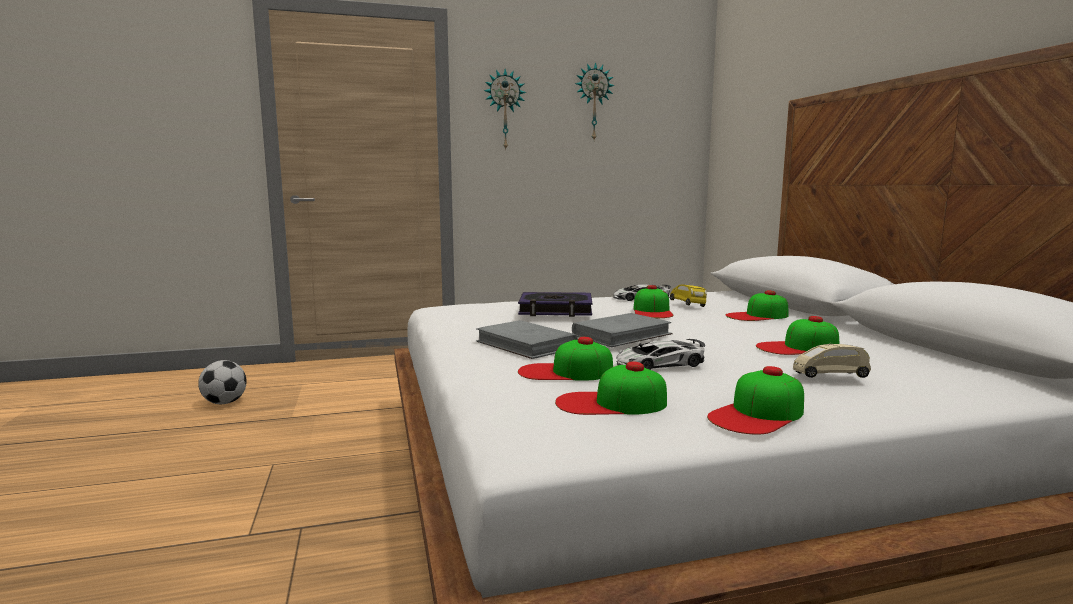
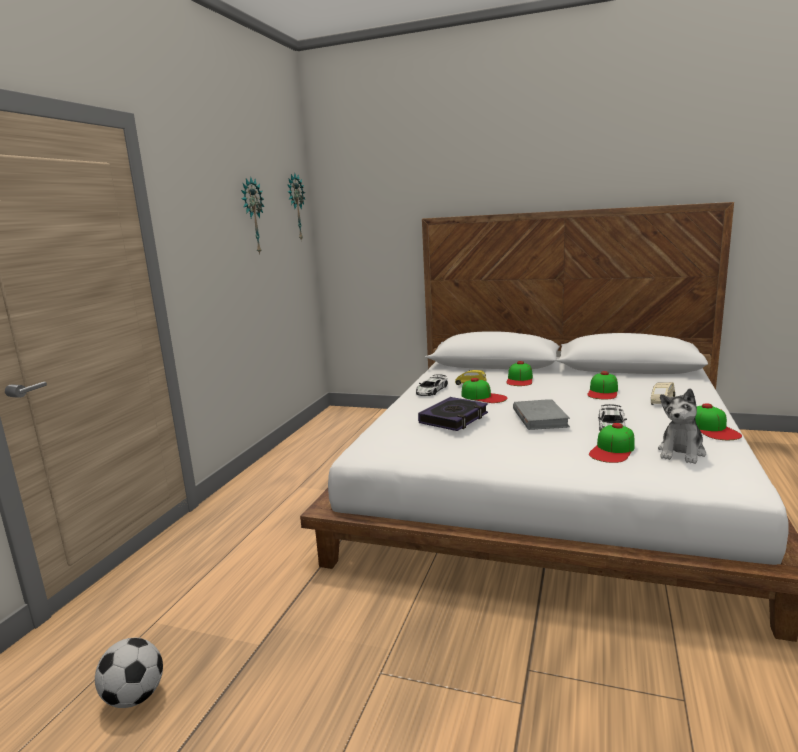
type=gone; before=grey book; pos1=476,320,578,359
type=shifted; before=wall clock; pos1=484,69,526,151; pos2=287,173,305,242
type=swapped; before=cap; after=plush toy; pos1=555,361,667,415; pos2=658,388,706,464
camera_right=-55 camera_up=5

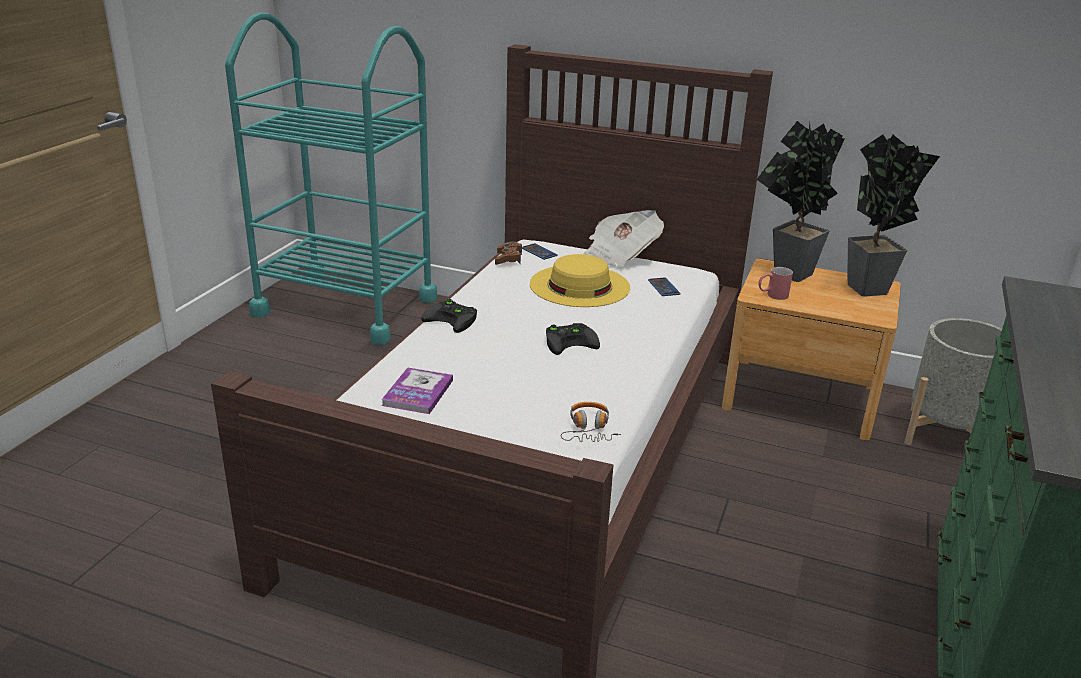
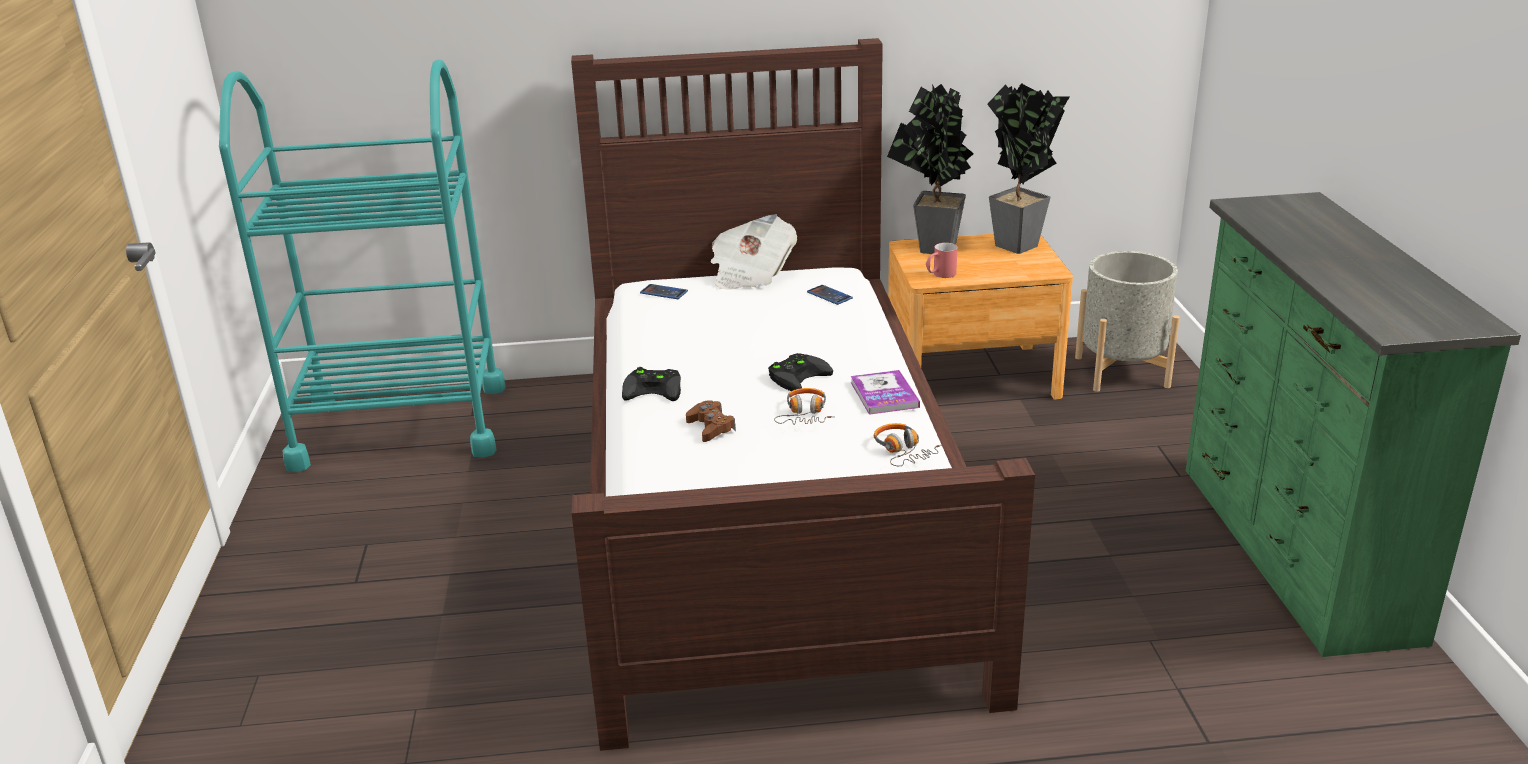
type=gone; before=yellow hat; pos1=530,254,630,307
type=new; after=headphones; pos2=774,388,835,425
type=shifted; before=book; pos1=381,367,453,414; pos2=850,370,920,415
type=shifted; before=brown game controller; pos1=495,241,522,265; pos2=686,400,736,442
camera_right=-25 camera_up=0

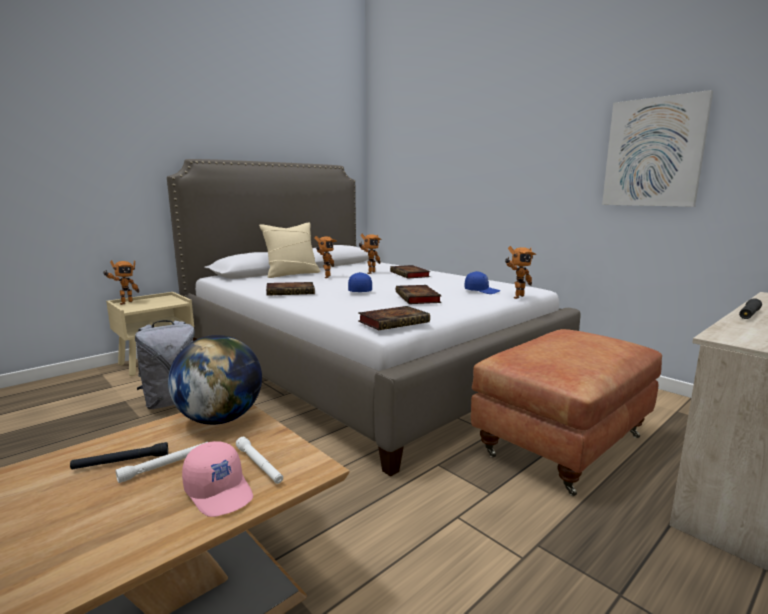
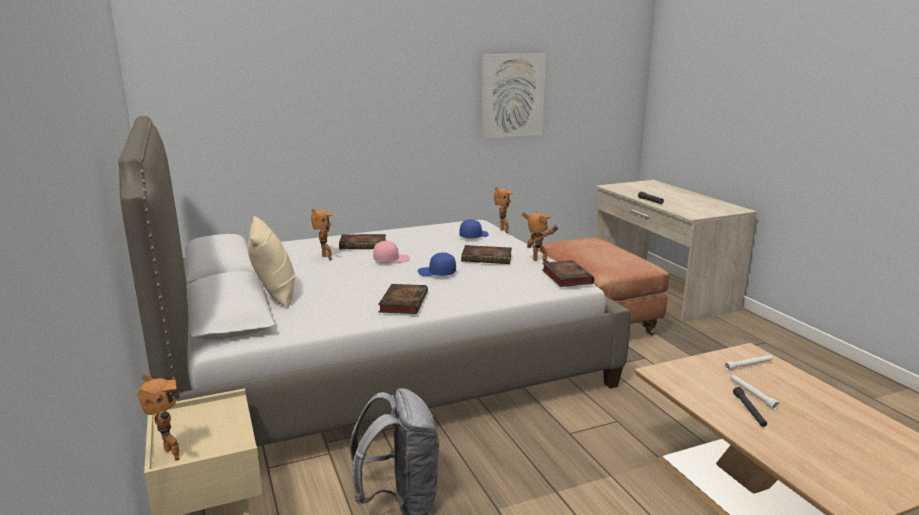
type=gone; before=globe; pos1=168,335,262,425
type=shifted; before=pink cap; pos1=182,441,253,517; pos2=373,241,410,263
type=shifted; before=toy robot; pos1=314,236,337,278; pos2=522,212,559,263
camera_right=-70 camera_up=5

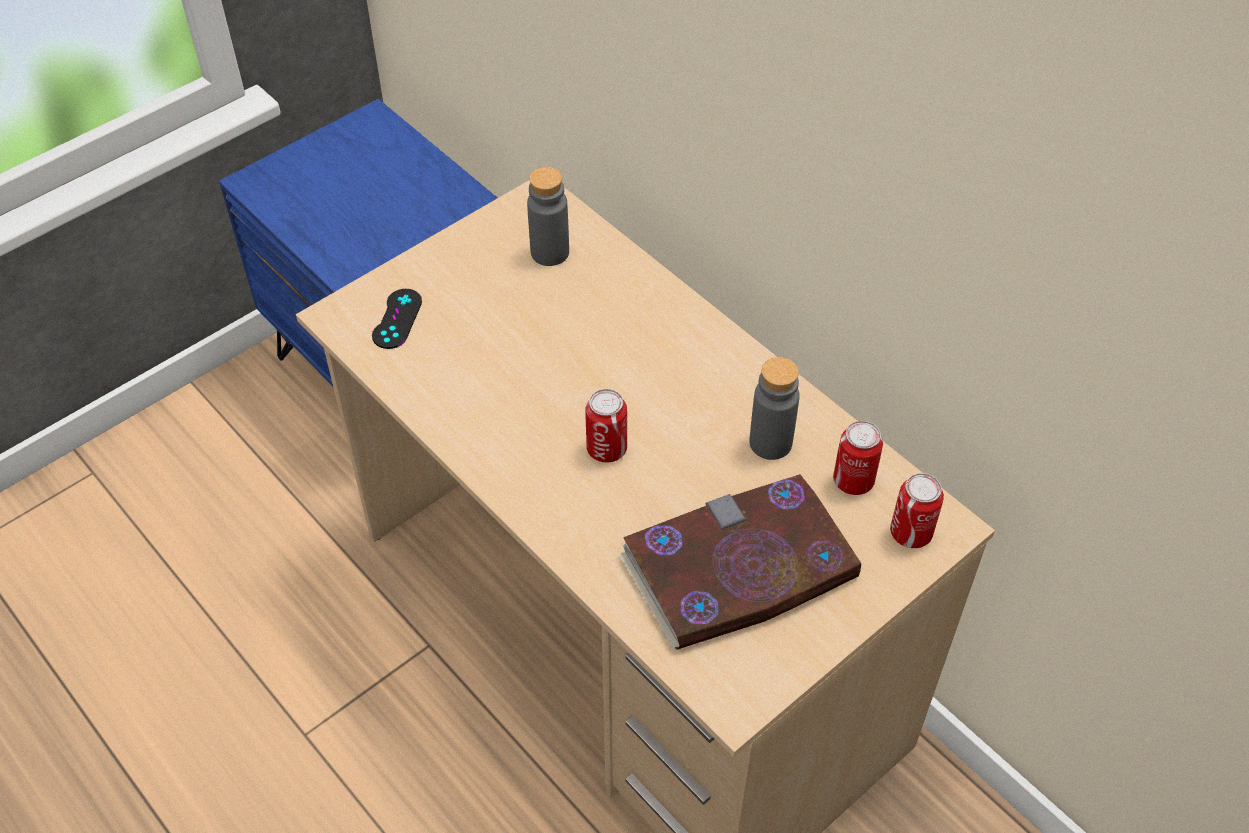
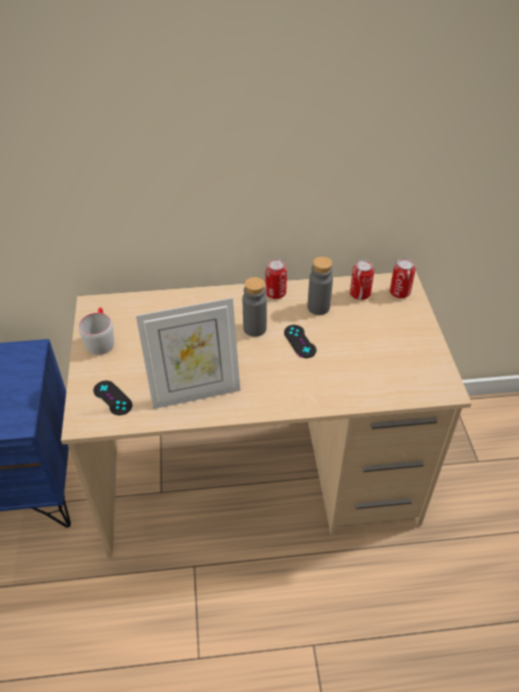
type=gone; before=book; pos1=619,474,863,650
type=new; after=grey mug; pos2=78,307,114,355
type=new; after=picture frame; pos2=136,298,240,409
type=new; after=black game controller; pos2=284,325,316,358
type=shifted; before=grey bottle; pos1=527,167,569,266; pos2=243,277,267,337
type=shifted; before=can; pos1=585,389,627,463; pos2=265,259,287,299
camera_right=-55 camera_up=-5

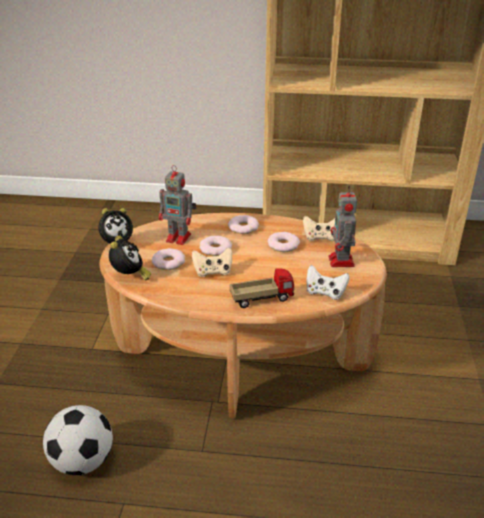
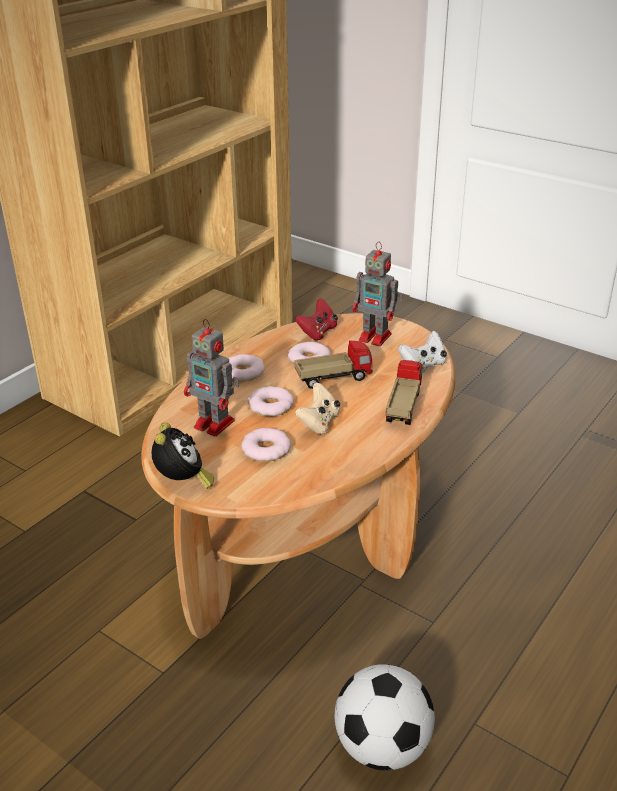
type=gone; before=alarm clock; pos1=109,236,151,281
type=new; after=toy truck; pos2=295,341,373,389
type=repainted; before=beige game controller; after=red game controller; pos1=303,216,335,241; pos2=295,298,338,340
type=rotated; before=toy robot; pos1=159,165,197,245; pos2=184,319,239,437; turn=75
camera_right=-60 camera_up=0

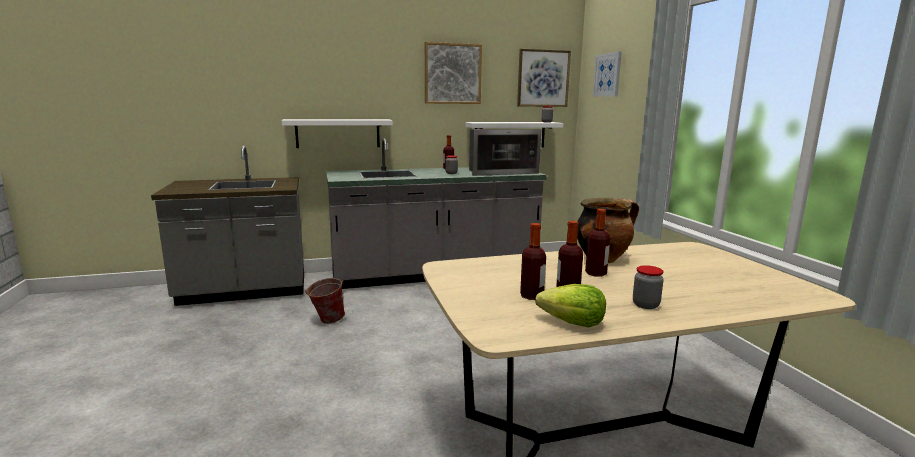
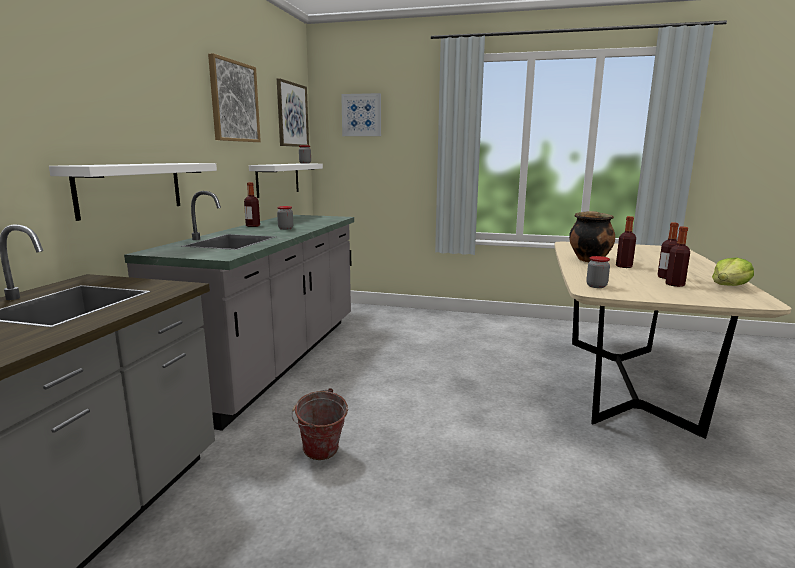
type=gone; before=microwave; pos1=469,129,542,176
type=shifted; before=jar; pos1=633,265,664,309; pos2=586,256,610,288
camera_right=-60 camera_up=0

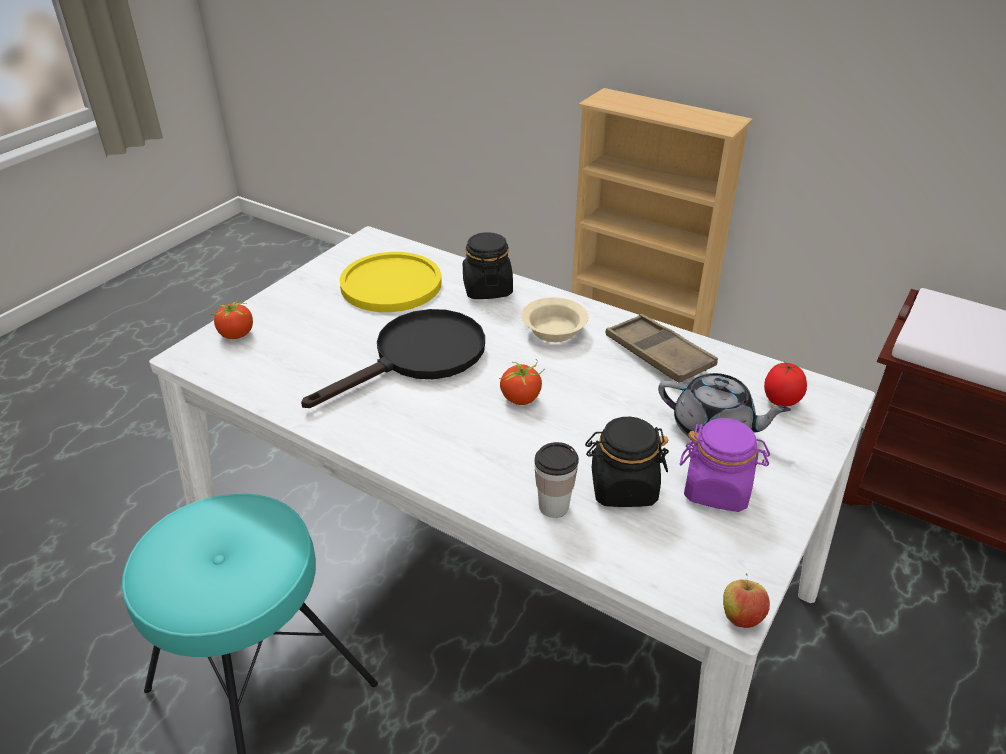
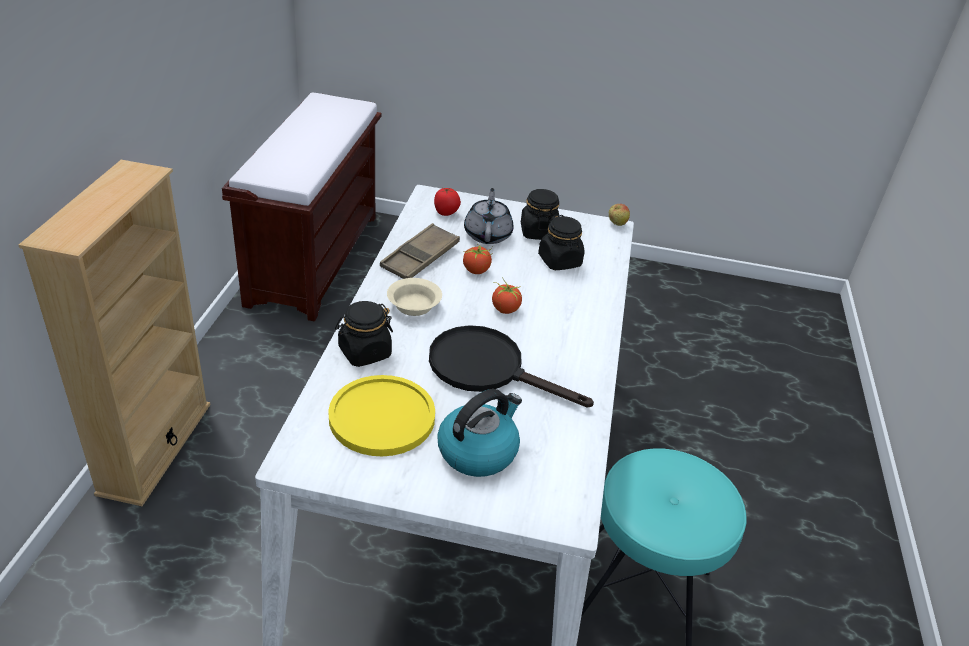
type=gone; before=cup; pos1=534,442,579,518
type=new; after=kettle; pos2=437,389,522,477
type=shifted; before=tomato; pos1=211,300,253,339; pos2=463,244,493,274
type=repainted; before=purple jar; after=black jar; pos1=680,418,770,512; pos2=521,189,560,240
camera_right=-115 camera_up=0

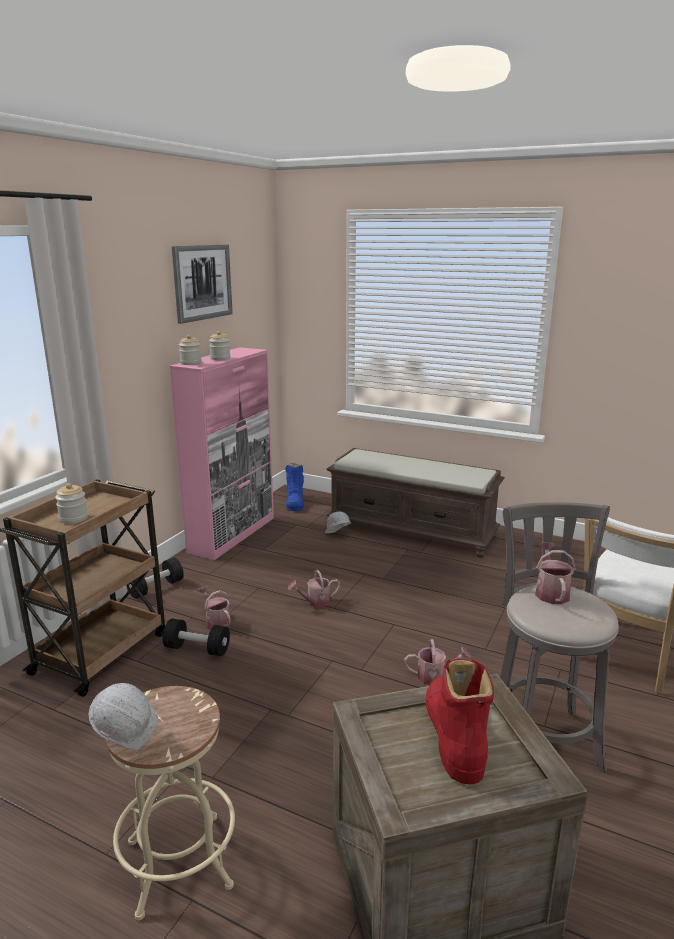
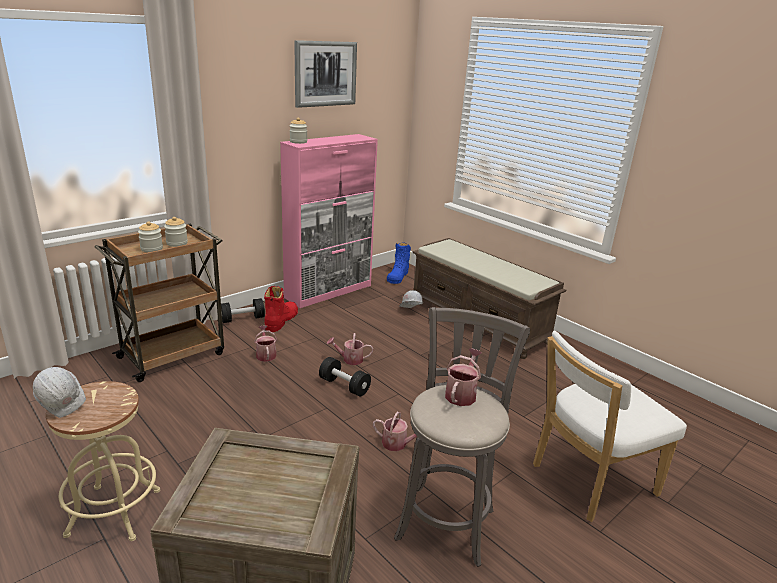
type=shifted; before=black dumbbell; pos1=163,618,230,656; pos2=319,357,371,396
type=shifted; before=jar; pos1=209,331,230,360; pos2=164,217,188,247
type=shifted; before=red boot; pos1=425,659,494,784; pos2=264,286,298,332
camera_right=20 camera_up=5

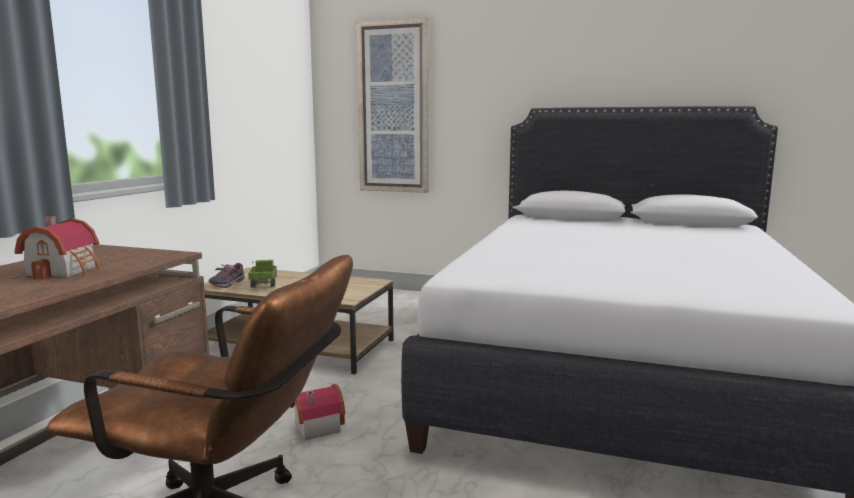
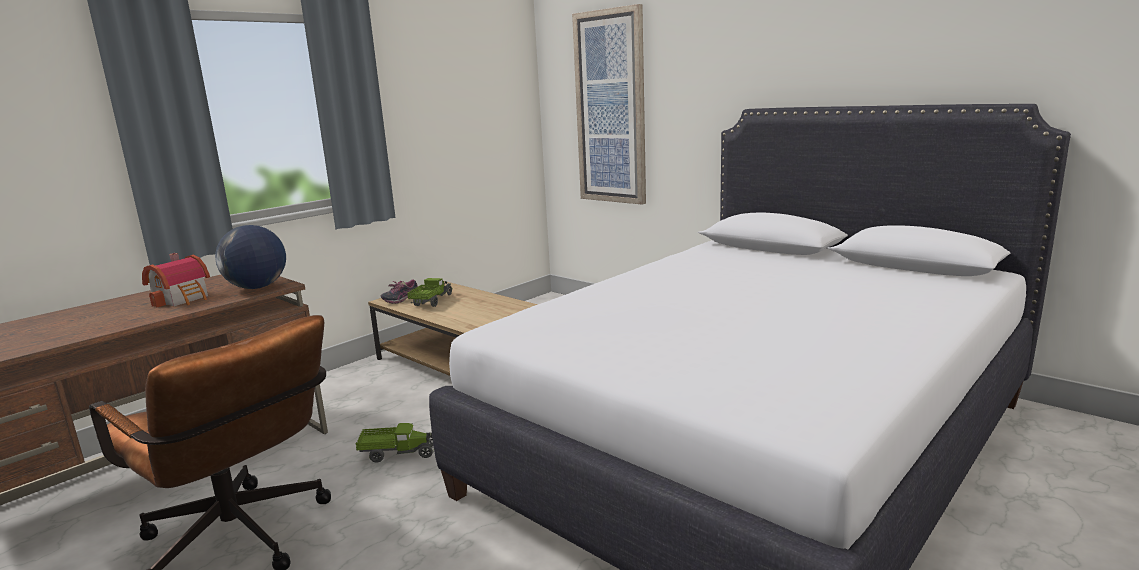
type=new; after=globe; pos2=215,225,286,289
type=swapped; before=toy house; after=toy truck; pos1=290,384,345,440; pos2=356,423,434,463
camera_right=25 camera_up=5

